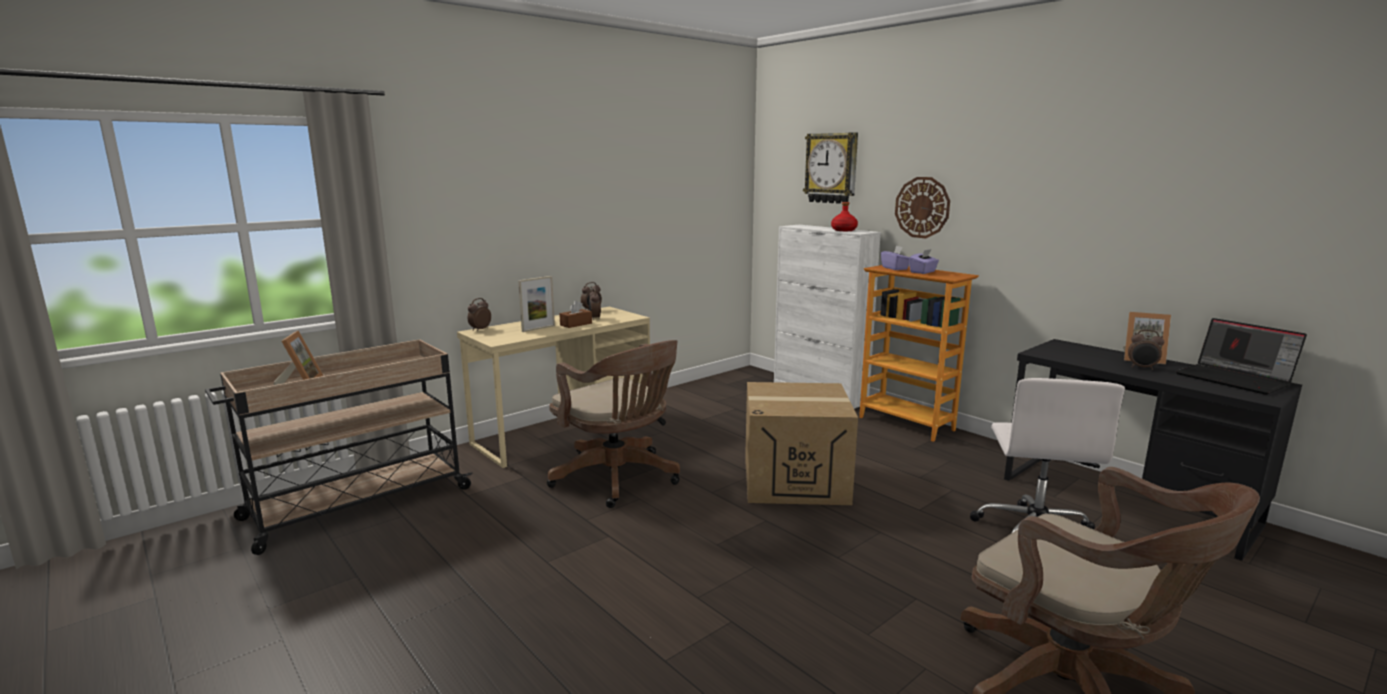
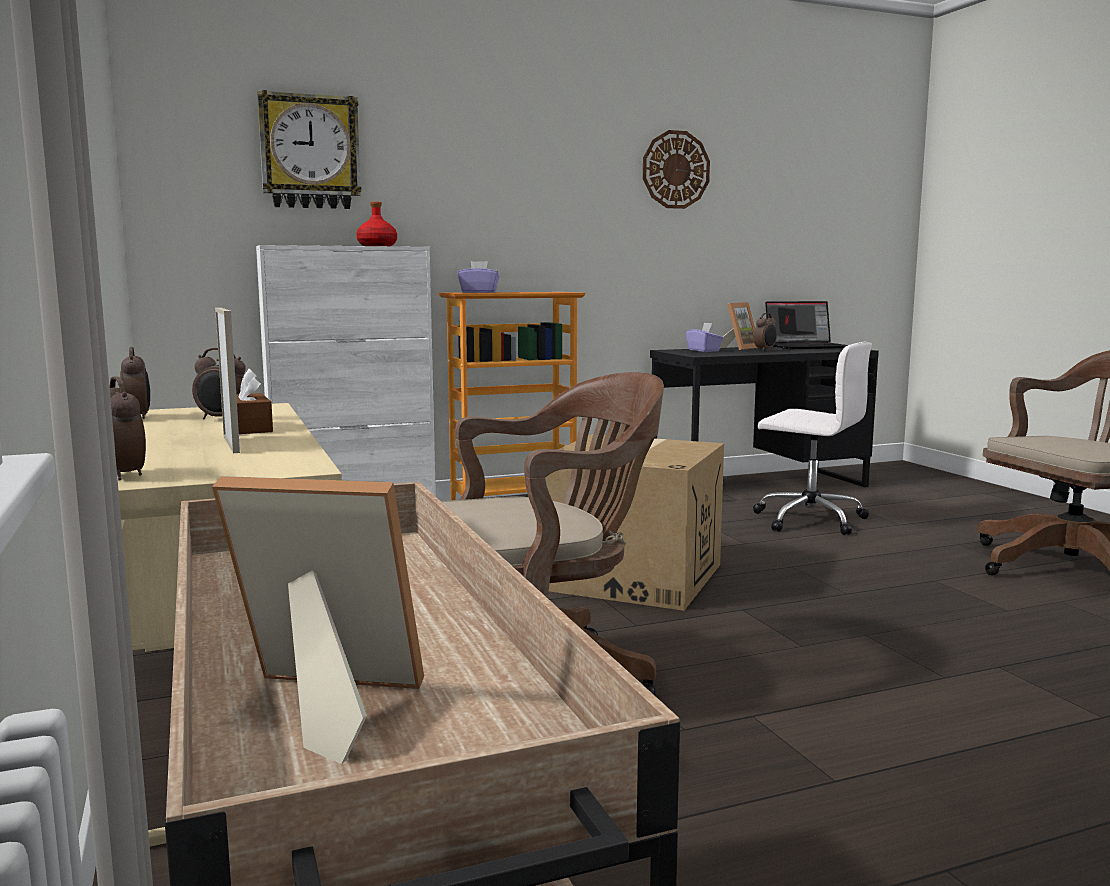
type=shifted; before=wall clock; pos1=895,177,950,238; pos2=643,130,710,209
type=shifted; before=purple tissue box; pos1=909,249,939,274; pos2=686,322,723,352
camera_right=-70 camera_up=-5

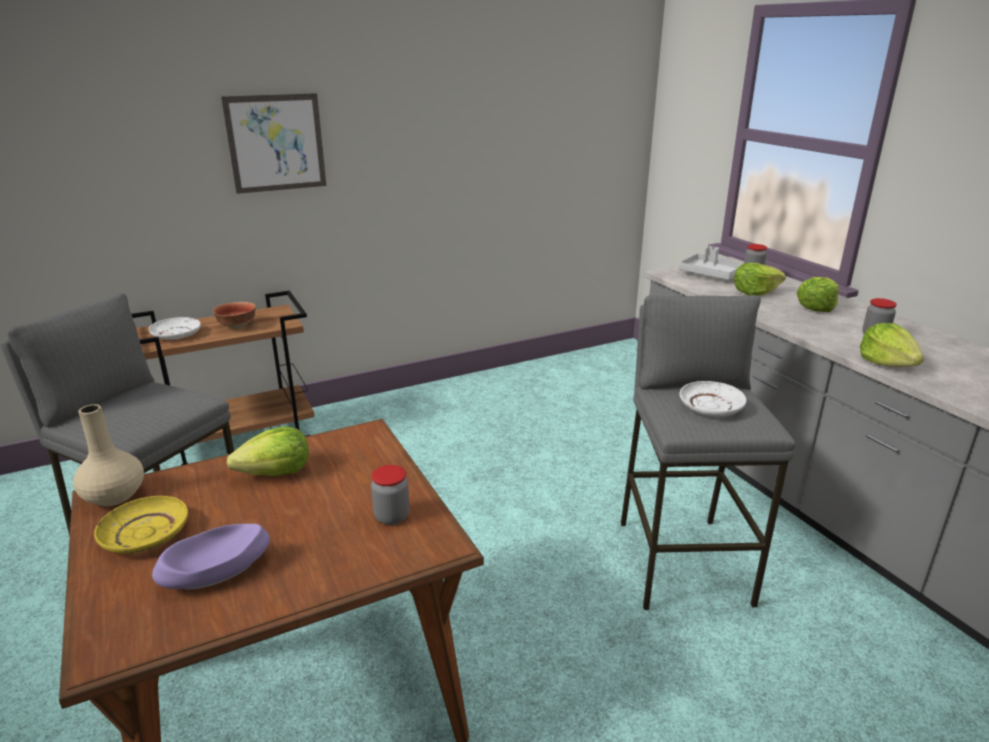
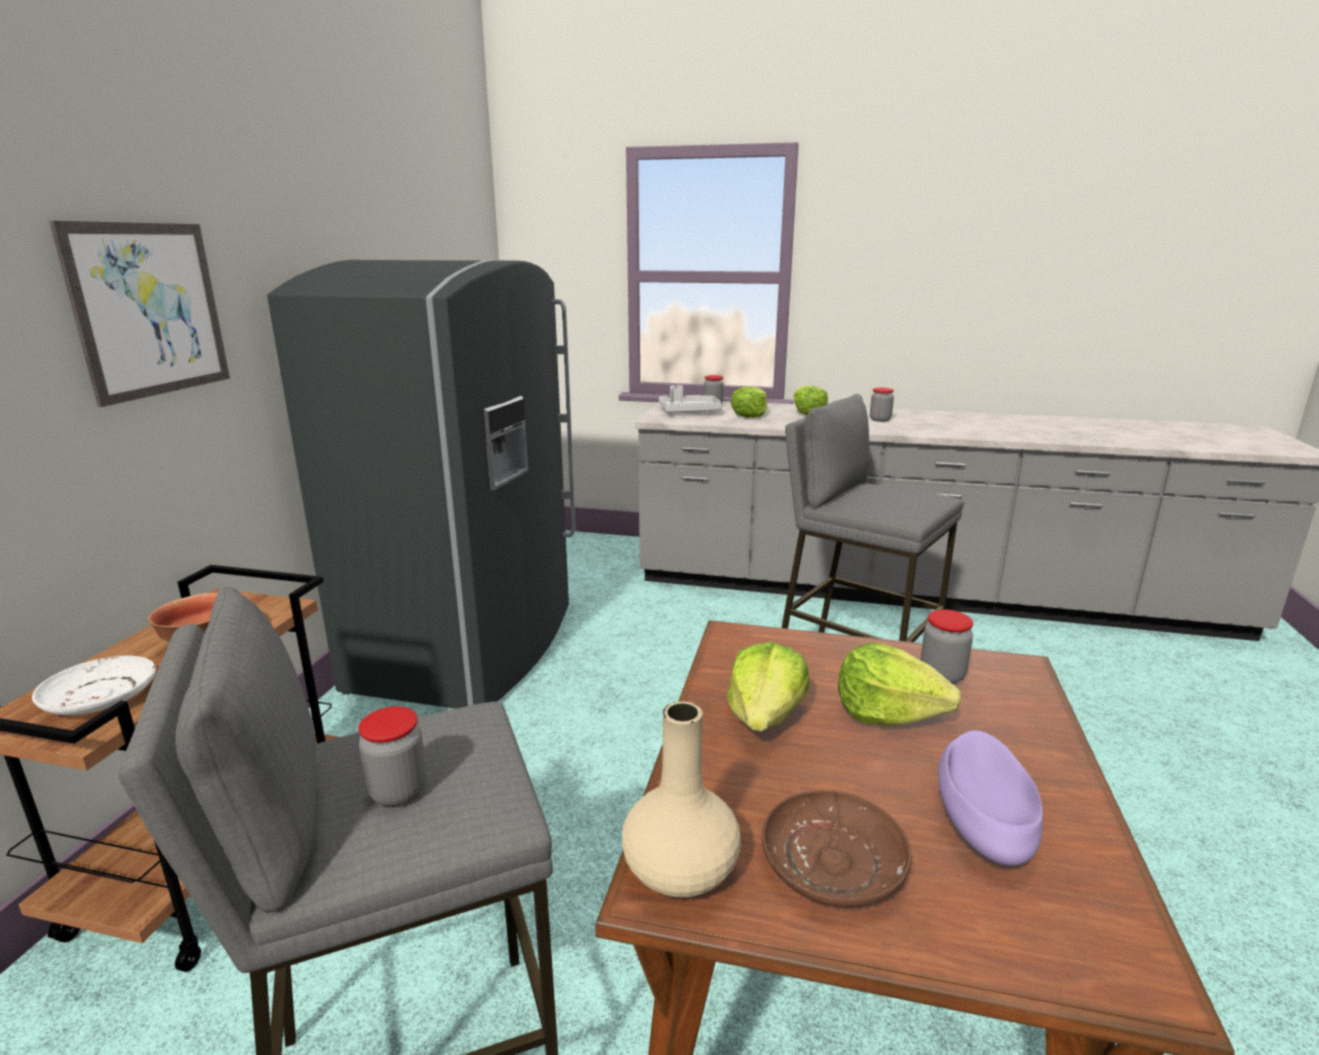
type=gone; before=white plate; pos1=680,381,747,416
type=new; after=grey fridge; pos2=267,260,575,709
type=new; after=jar; pos2=358,706,427,806
type=shifted; before=lettuce; pos1=860,323,924,367; pos2=838,642,961,726
type=repainted; before=yellow plate; after=brown plate; pos1=94,496,188,554; pos2=762,790,912,908
camera_right=-50 camera_up=-5

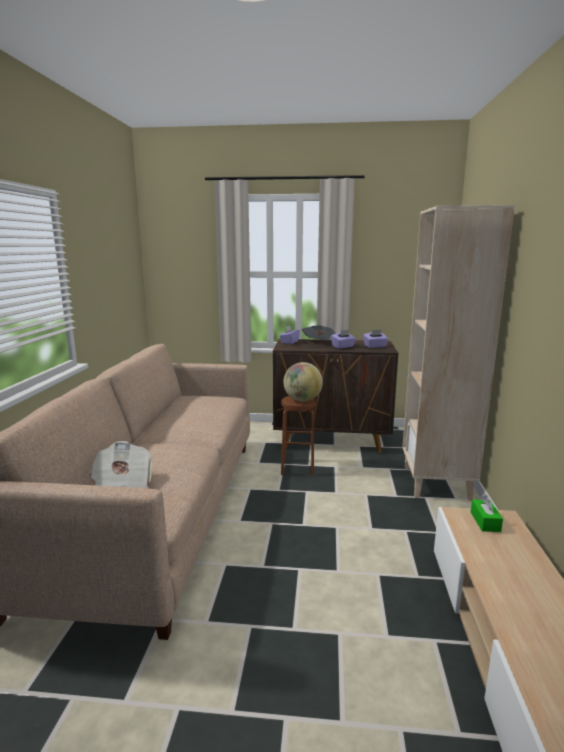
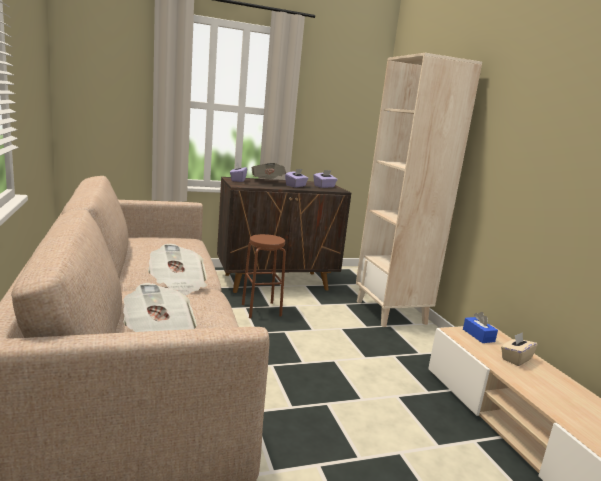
type=gone; before=globe; pos1=283,362,323,402
type=new; after=newspaper; pos2=148,244,207,296
type=new; after=beige tissue box; pos2=501,332,538,366
type=repainted; before=green tissue box; after=blue tissue box; pos1=471,495,503,532; pos2=463,312,498,343
camera_right=-25 camera_up=0

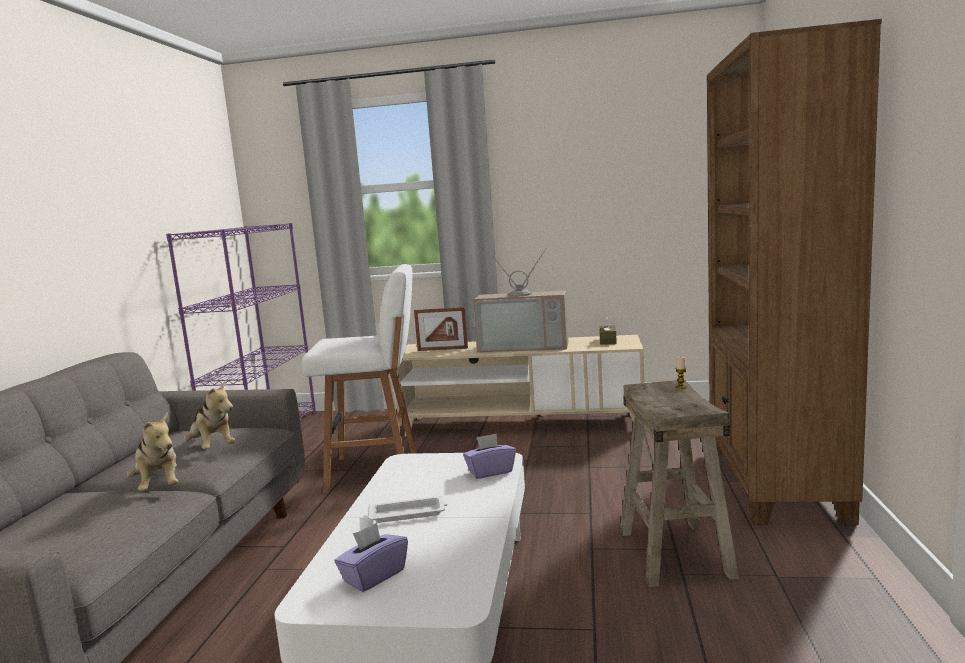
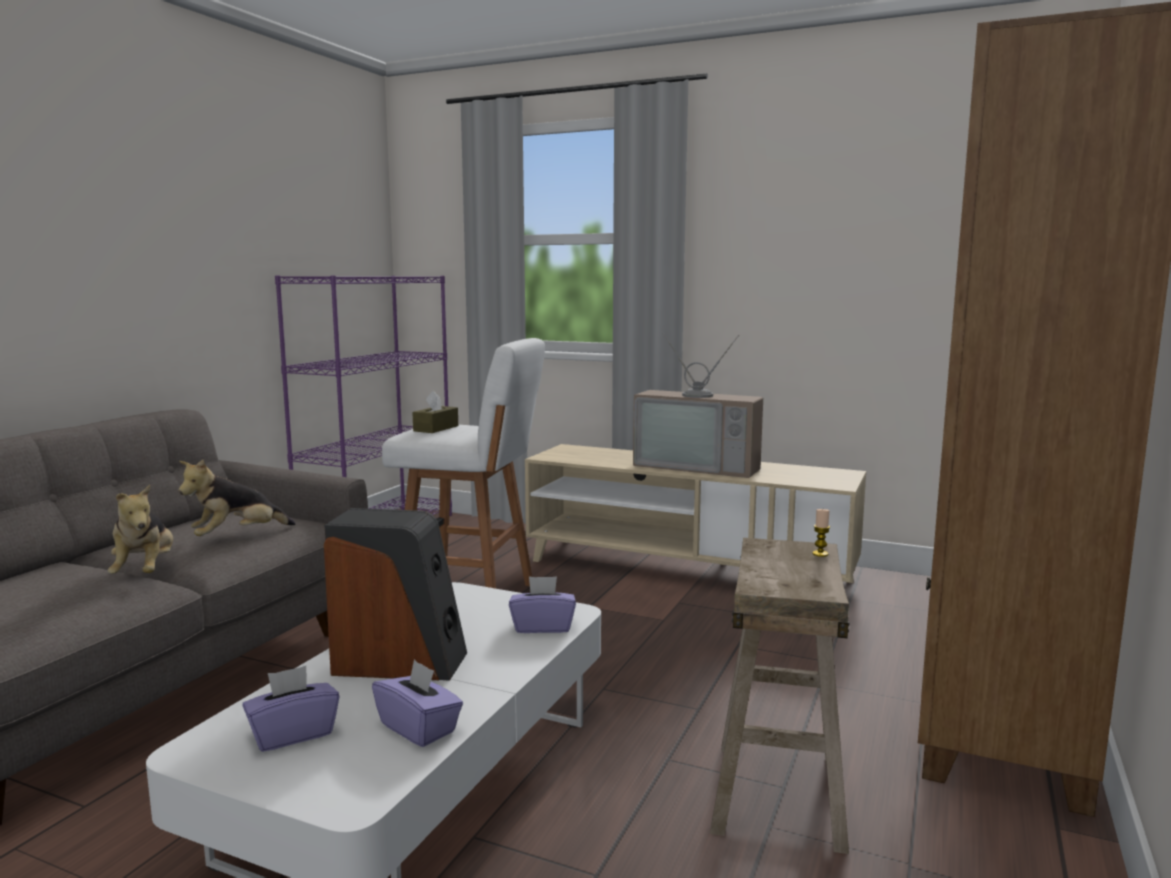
type=gone; before=picture frame; pos1=414,307,468,351
type=new; after=purple tissue box; pos2=372,659,463,747
type=shifted; before=brown tissue box; pos1=600,316,617,345; pos2=412,391,458,433
type=swapped; before=white tray; after=speaker; pos1=368,496,448,523; pos2=324,508,467,681
type=rotated; before=plush toy; pos1=184,381,235,449; pos2=178,459,296,536; turn=75
camera_right=15 camera_up=0

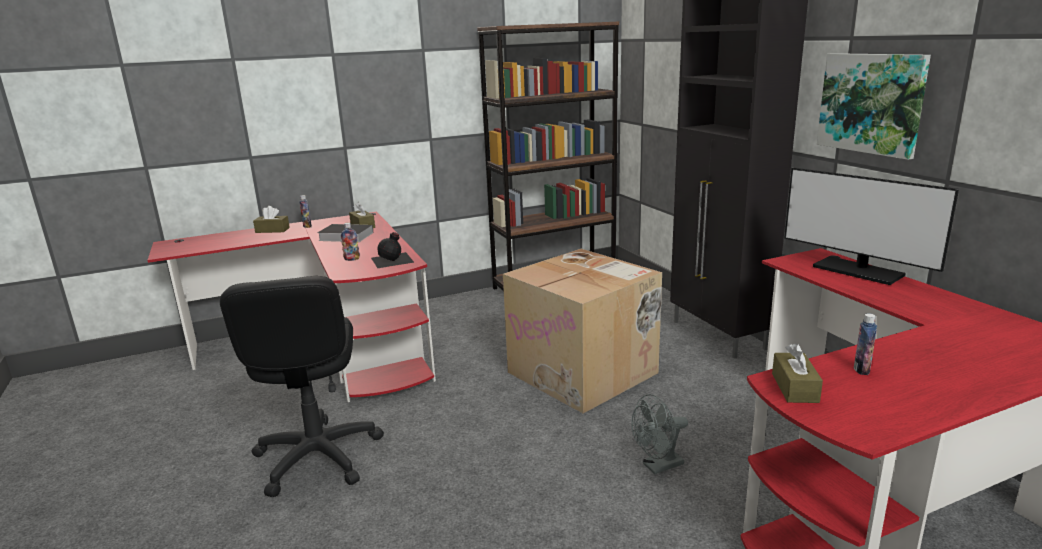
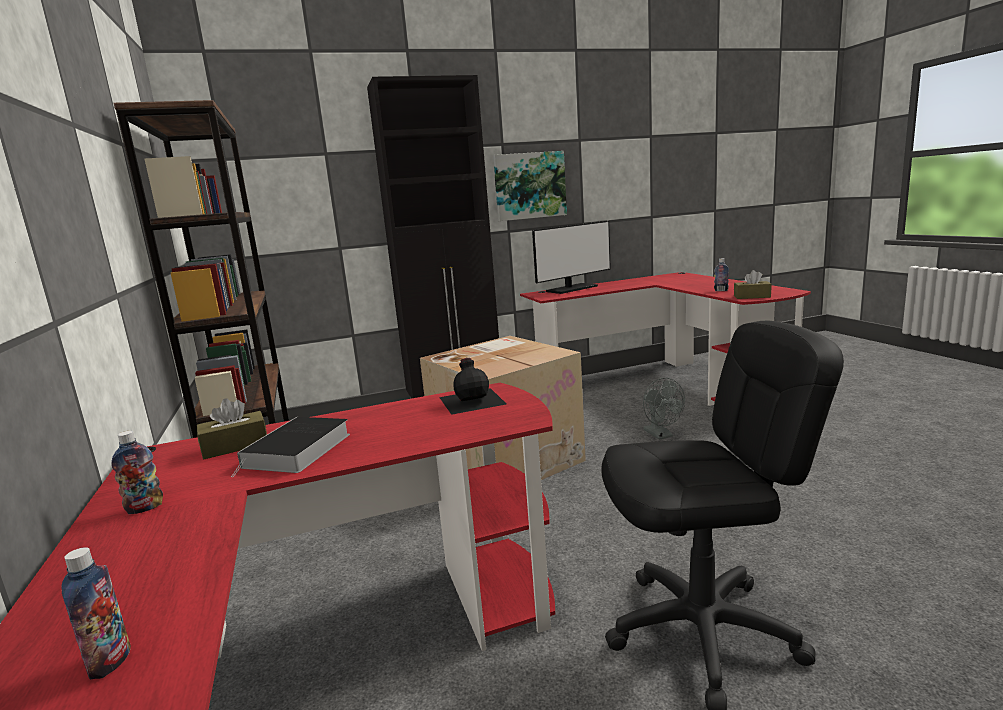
type=gone; before=brown tissue box; pos1=253,206,290,233
type=shifted; before=bottle; pos1=341,223,360,261; pos2=61,547,131,680
camera_right=-85 camera_up=-5

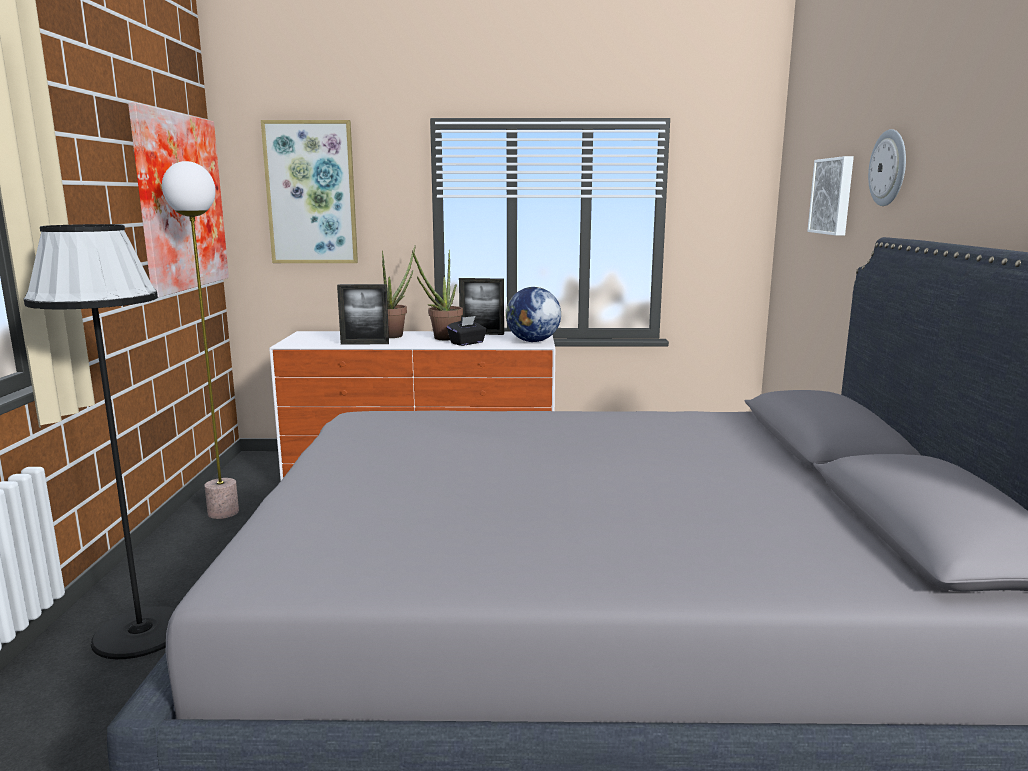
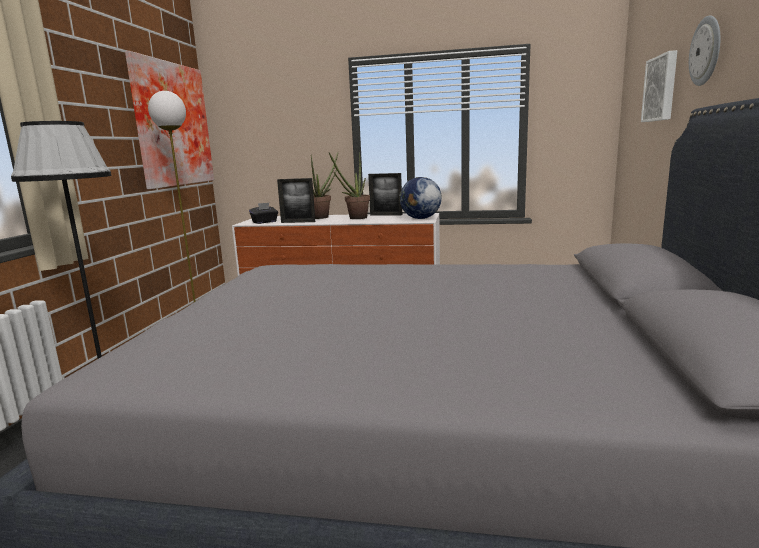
type=gone; before=picture; pos1=261,120,358,263
type=shifted; before=black tissue box; pos1=447,316,487,346; pos2=249,203,278,224
camera_right=10 camera_up=0

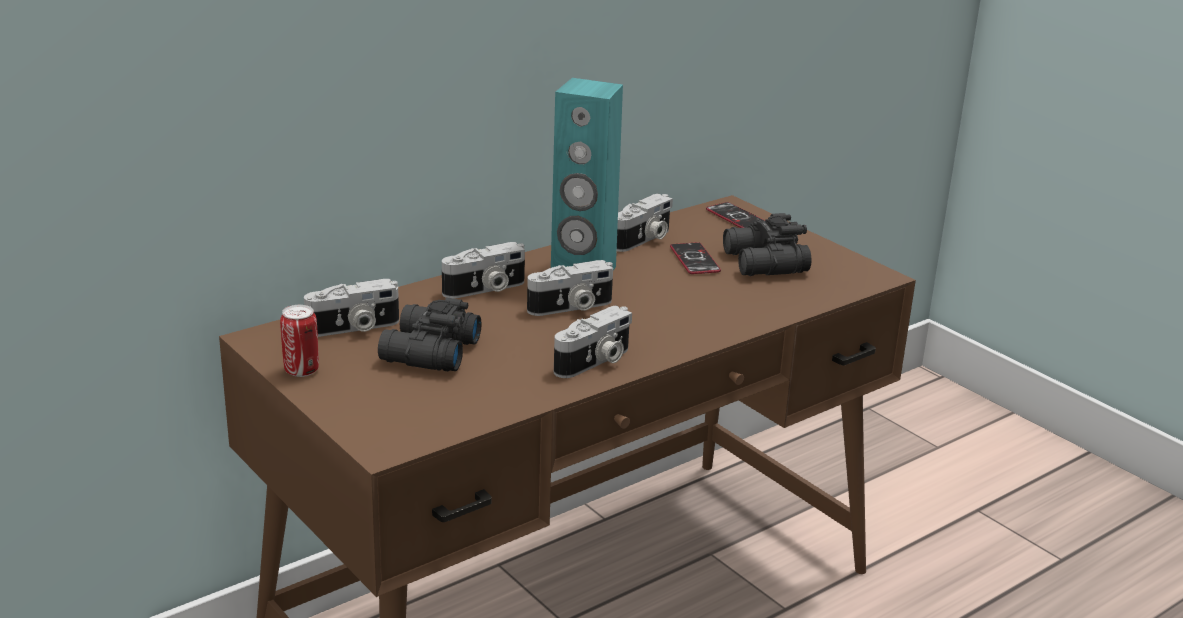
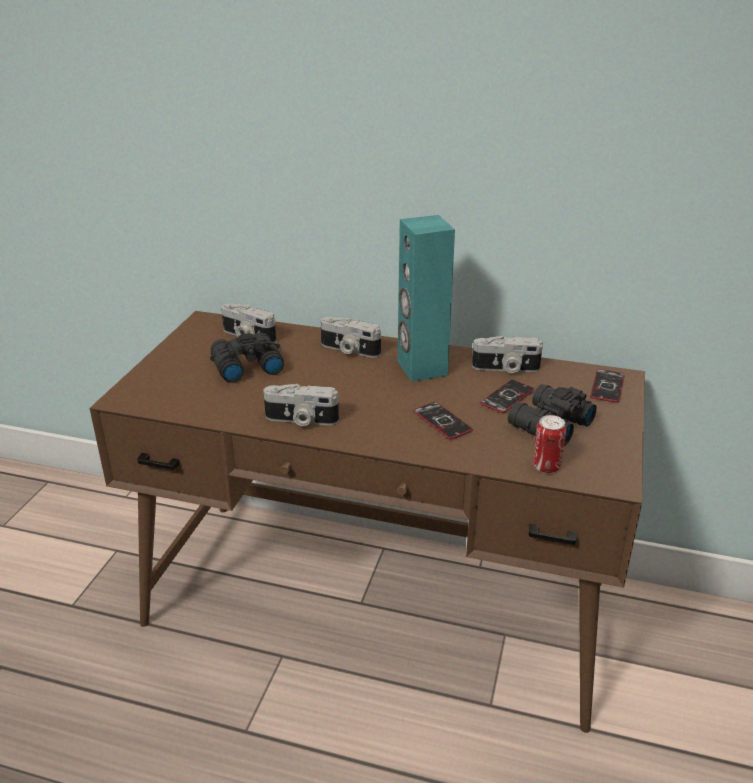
type=gone; before=photo camera; pos1=527,260,613,316
type=new; after=phone; pos2=413,402,473,439
type=shifted; before=can; pos1=280,305,319,377; pos2=533,415,566,473
camera_right=55 camera_up=5

